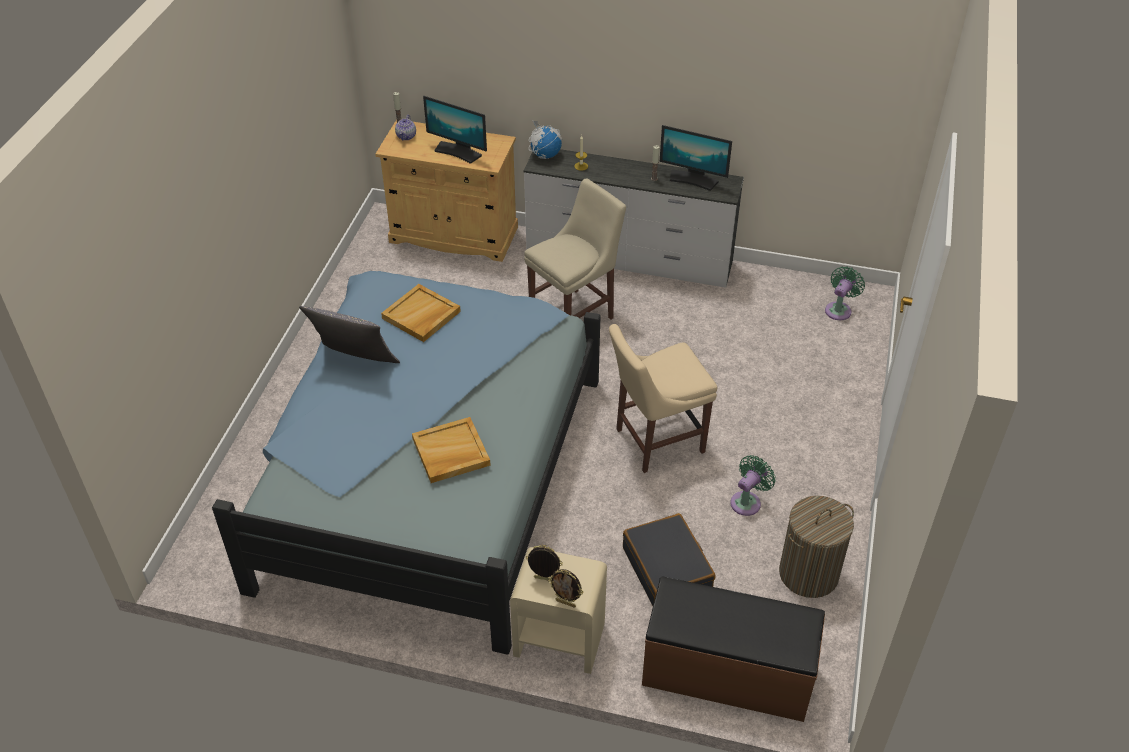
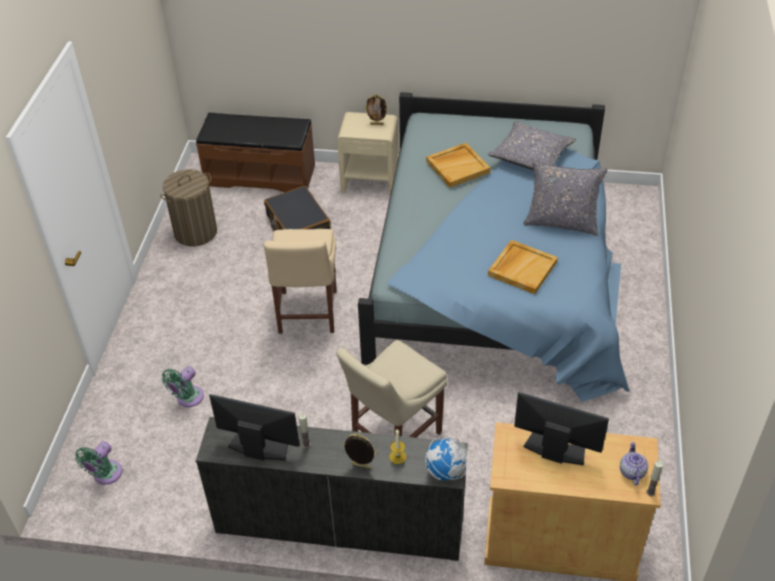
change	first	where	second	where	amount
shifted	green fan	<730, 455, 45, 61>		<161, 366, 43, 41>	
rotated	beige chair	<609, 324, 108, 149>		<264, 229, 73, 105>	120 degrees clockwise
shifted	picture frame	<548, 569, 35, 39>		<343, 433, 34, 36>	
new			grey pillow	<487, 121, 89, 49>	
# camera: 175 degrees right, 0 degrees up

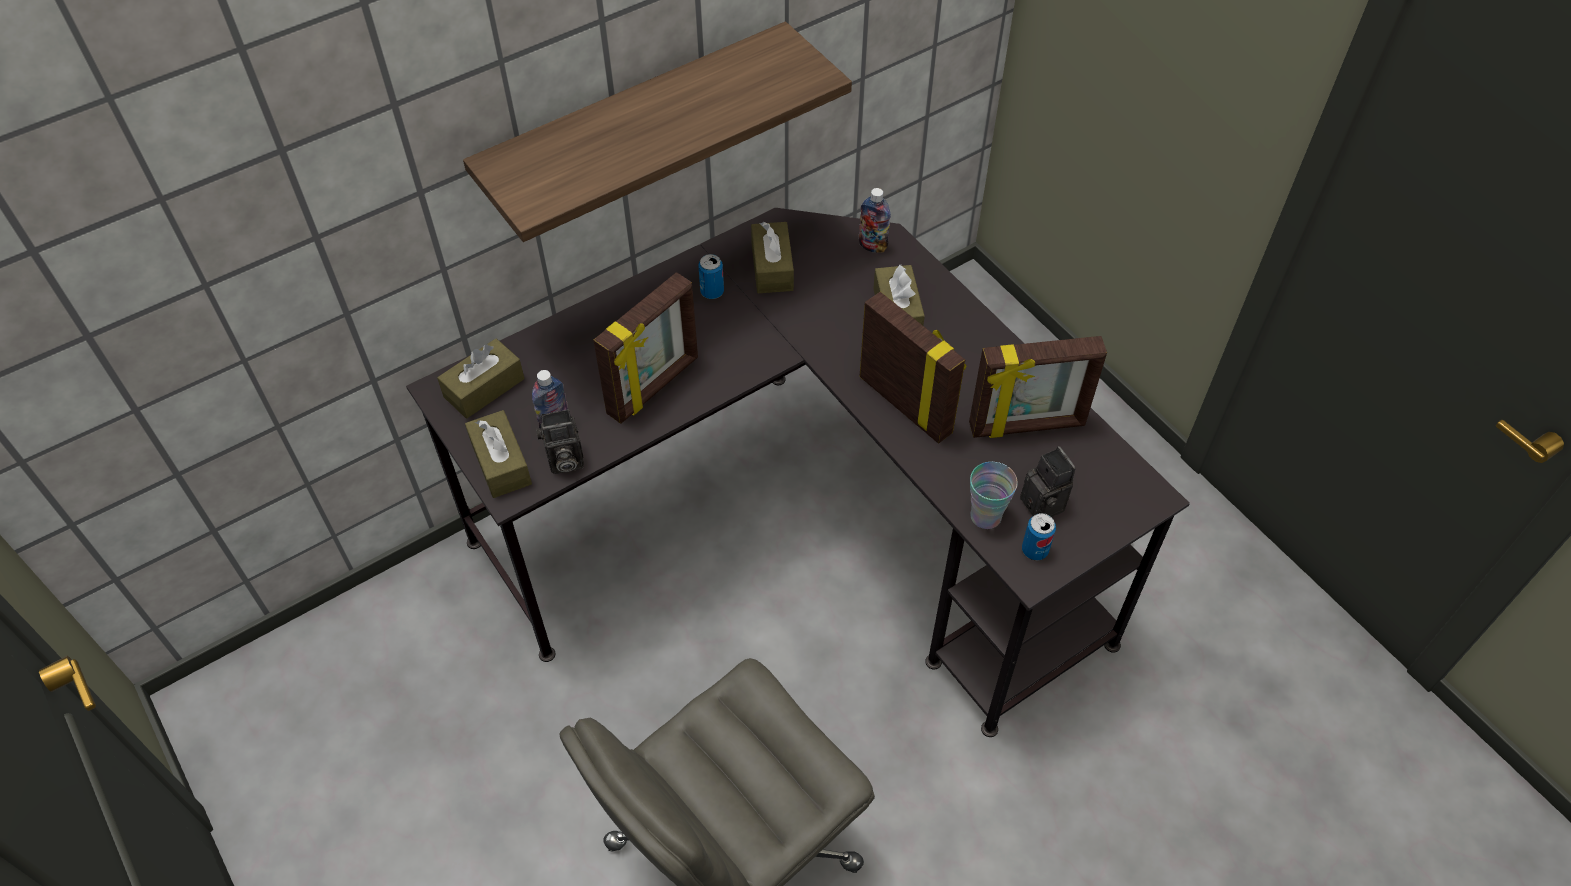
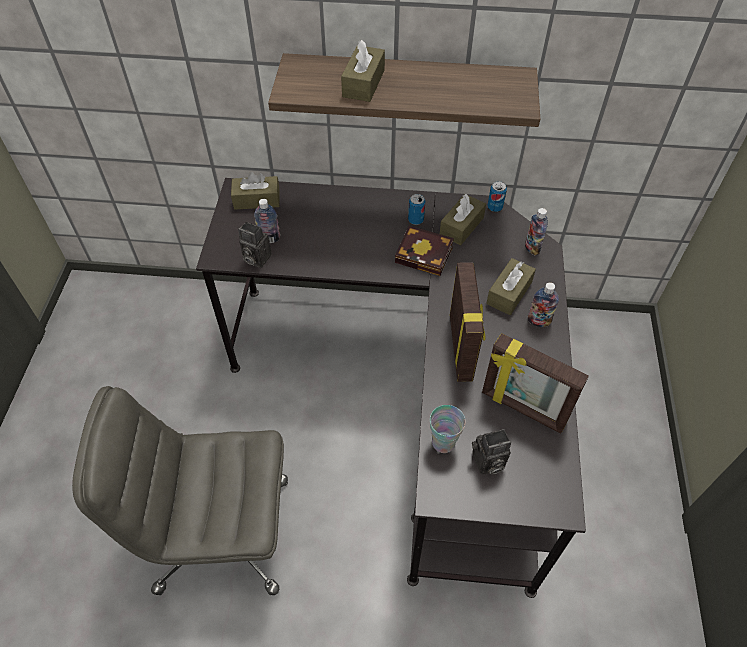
change	first	where	second	where	amount
shifted	brown tissue box	<465, 410, 67, 88>		<341, 40, 44, 62>	
new			book	<395, 226, 59, 50>	
rotated	photo camera	<1020, 446, 56, 71>		<472, 429, 39, 46>	60 degrees clockwise
shifted	can	<1022, 513, 34, 47>		<487, 181, 20, 31>	
new			bottle	<528, 282, 31, 45>	
gone	picture frame	<593, 272, 105, 152>			
# camera: 40 degrees right, 0 degrees up

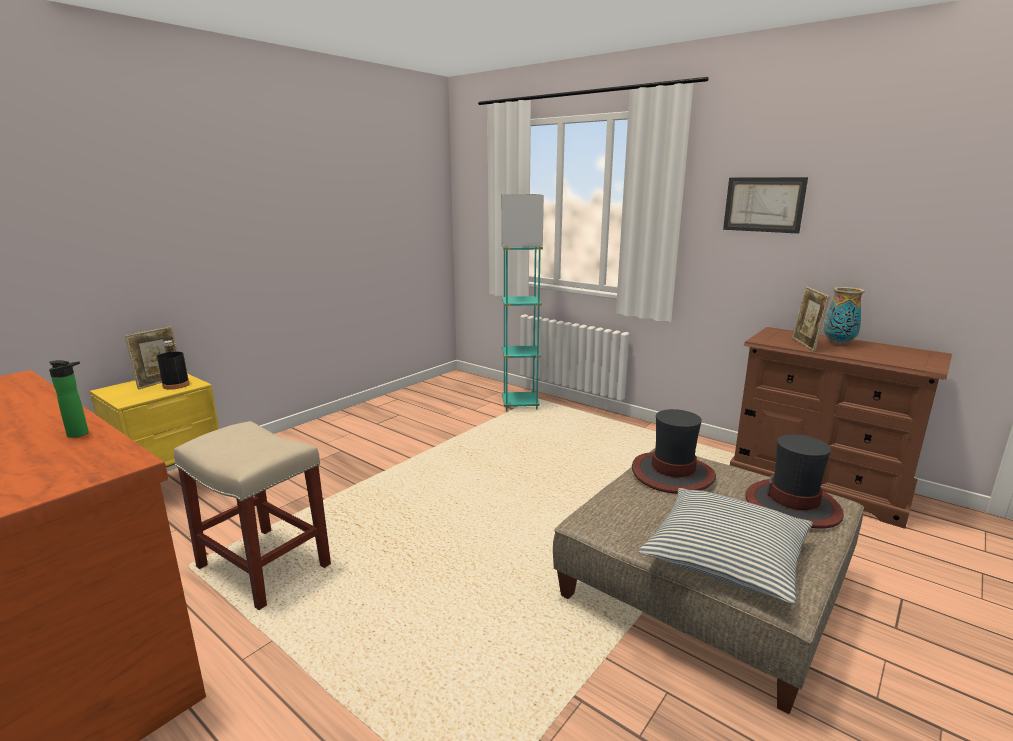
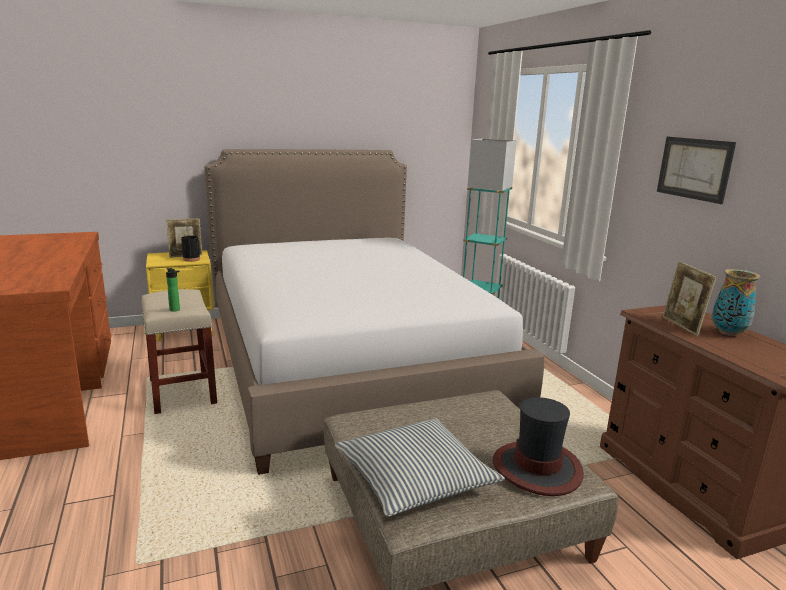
change	first	where	second	where	amount
shifted	bottle	<49, 360, 40, 78>		<166, 268, 14, 44>	
new			bed	<204, 149, 340, 326>	
rotated	picture frame	<792, 287, 38, 64>		<662, 261, 55, 75>	45 degrees counterclockwise
gone	hat	<632, 409, 84, 85>			
# camera: 30 degrees right, 0 degrees up

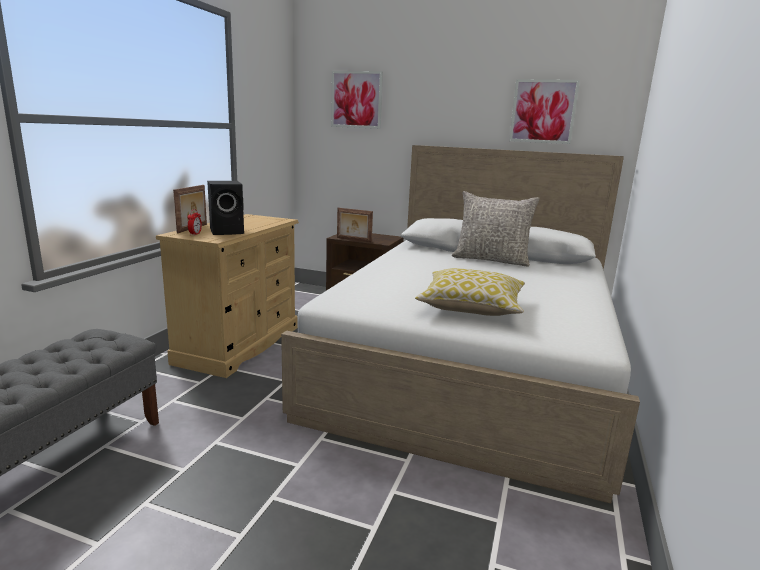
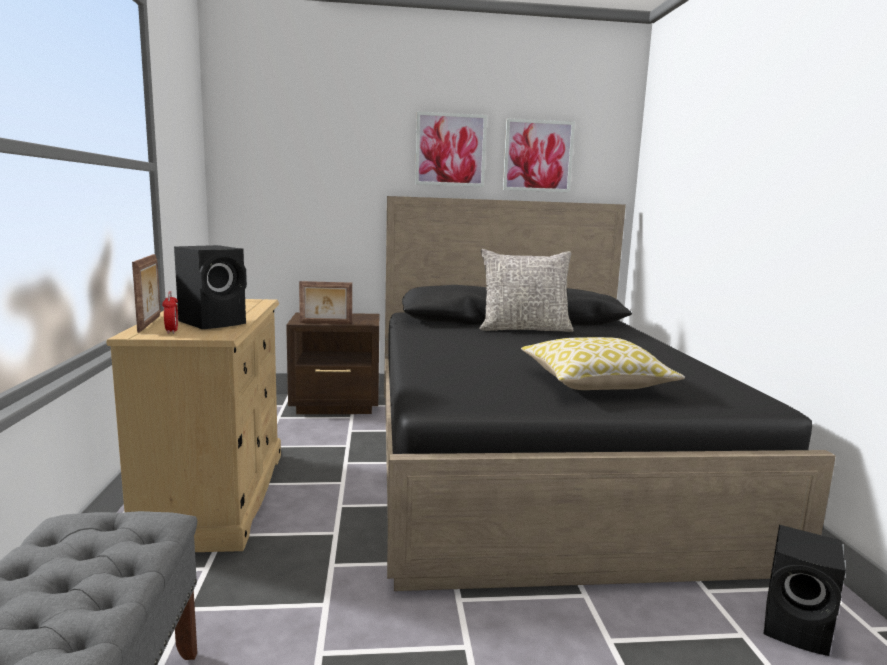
change	first	where	second	where	amount
repainted	white bed	<281, 145, 359, 359>	black bed	<384, 196, 452, 395>	
shifted	picture	<331, 71, 52, 58>		<415, 112, 72, 75>	
new			black speaker	<764, 525, 82, 131>	
# camera: 25 degrees left, 5 degrees down

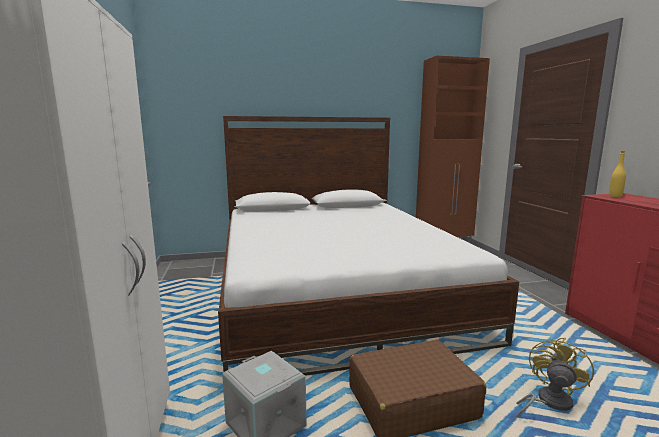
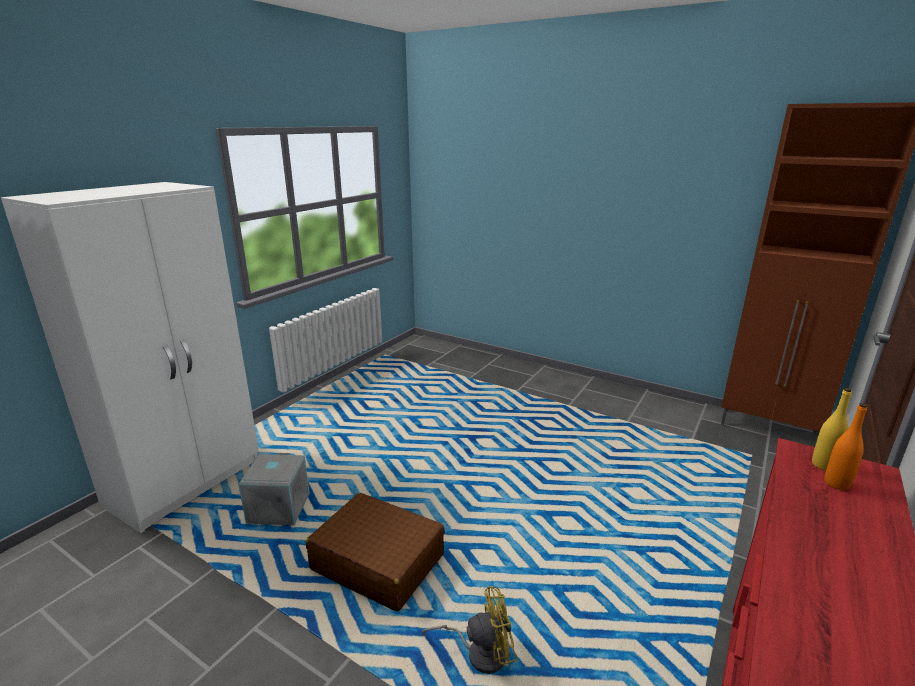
change	first	where	second	where	amount
new			orange bottle	<824, 403, 43, 87>	
gone	bed	<218, 116, 301, 260>			
# camera: 45 degrees right, 10 degrees up

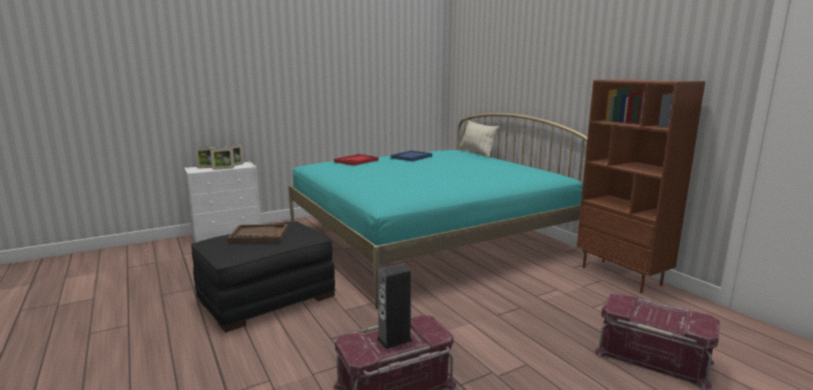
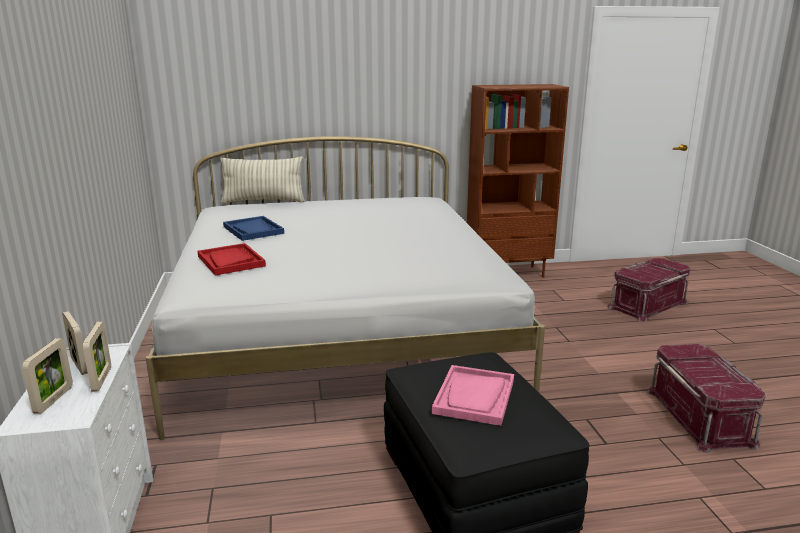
change	first	where	second	where	amount
repainted	turquoise bed	<288, 113, 299, 196>	white bed	<146, 136, 399, 304>	
repainted	brown tray	<227, 224, 61, 19>	pink tray	<432, 365, 82, 61>	
gone	speaker	<377, 263, 36, 86>			
# camera: 70 degrees left, 5 degrees up

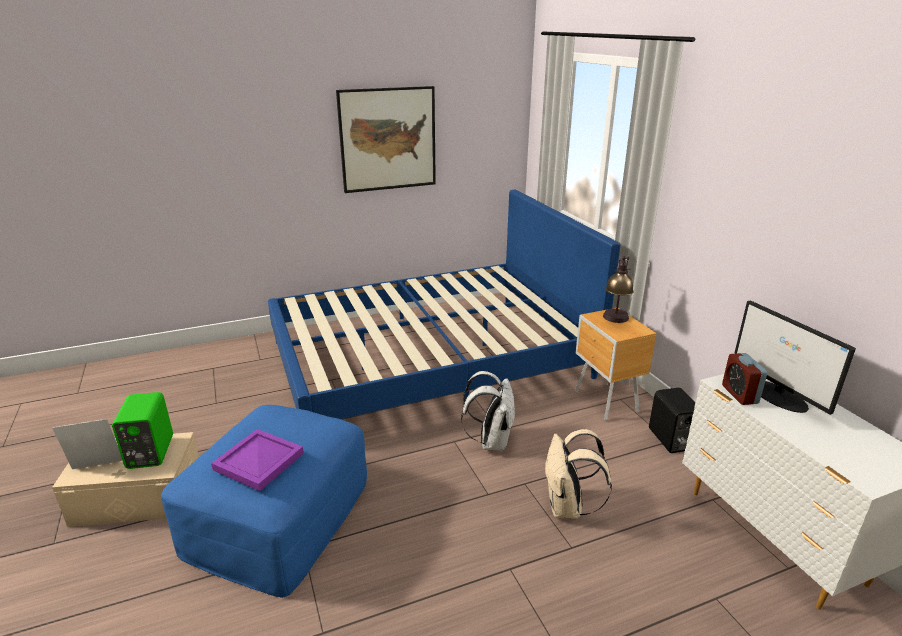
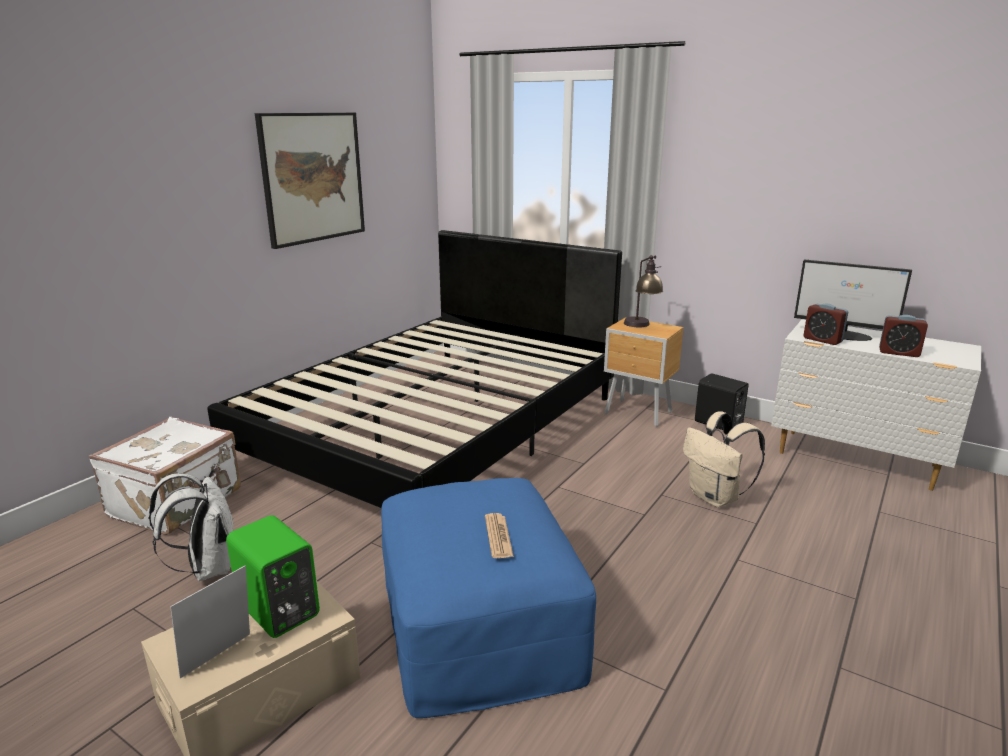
change	first	where	second	where	amount
new			white suitcase	<89, 417, 152, 118>	
shifted	white backpack	<461, 371, 55, 80>		<149, 473, 84, 108>	
repainted	blue bed	<268, 190, 352, 229>	black bed	<207, 230, 415, 278>	
swapped	purple tray	<211, 429, 93, 62>	newspaper	<485, 513, 29, 45>	
new			alarm clock	<879, 315, 49, 42>	
# camera: 35 degrees left, 5 degrees down

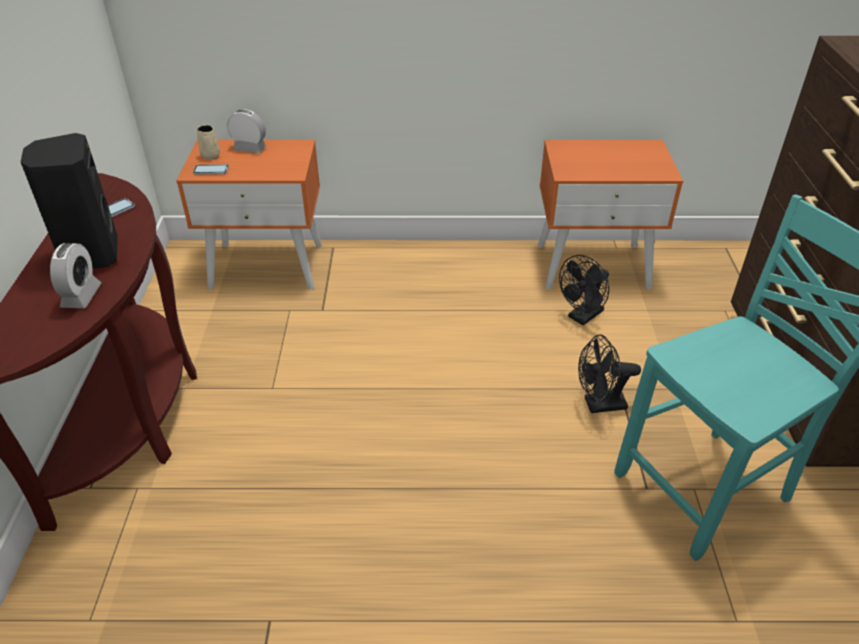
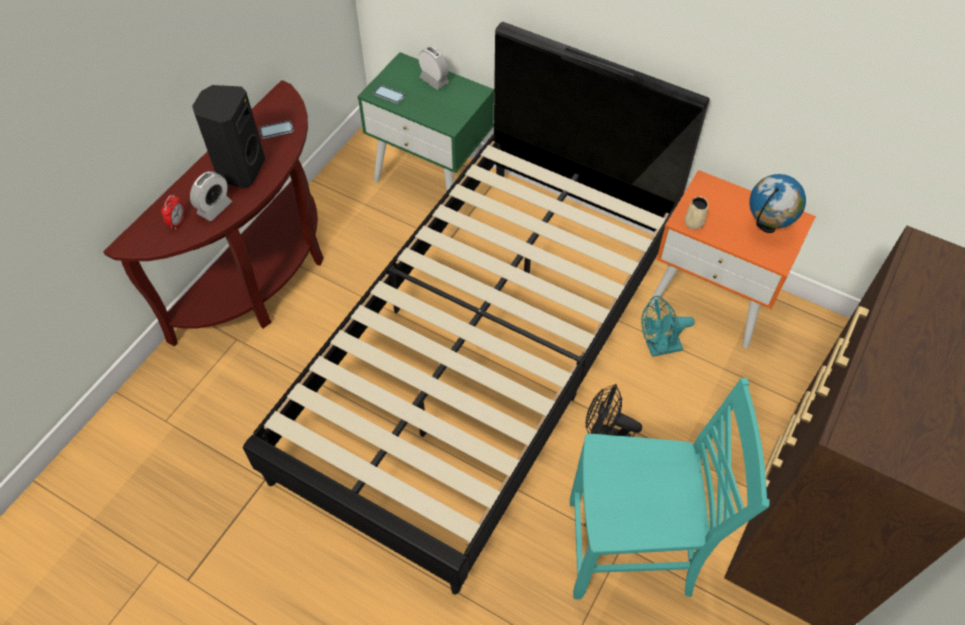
change	first	where	second	where	amount
new			alarm clock	<161, 195, 24, 34>	
new			black bed	<243, 22, 467, 573>	
repainted	orange nightstand	<176, 139, 146, 150>	green nightstand	<358, 52, 136, 139>	
repainted	black fan	<559, 255, 50, 70>	turquoise fan	<641, 296, 54, 61>	
shifted	beige mug	<197, 125, 23, 35>		<685, 196, 23, 34>	
new			globe	<749, 174, 57, 59>	
# camera: 30 degrees right, 15 degrees up

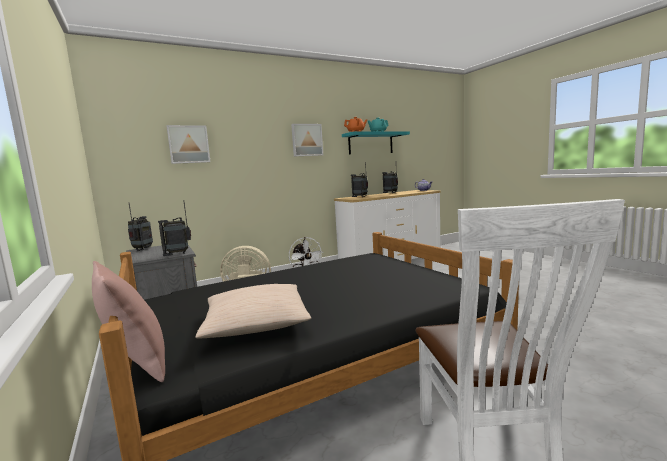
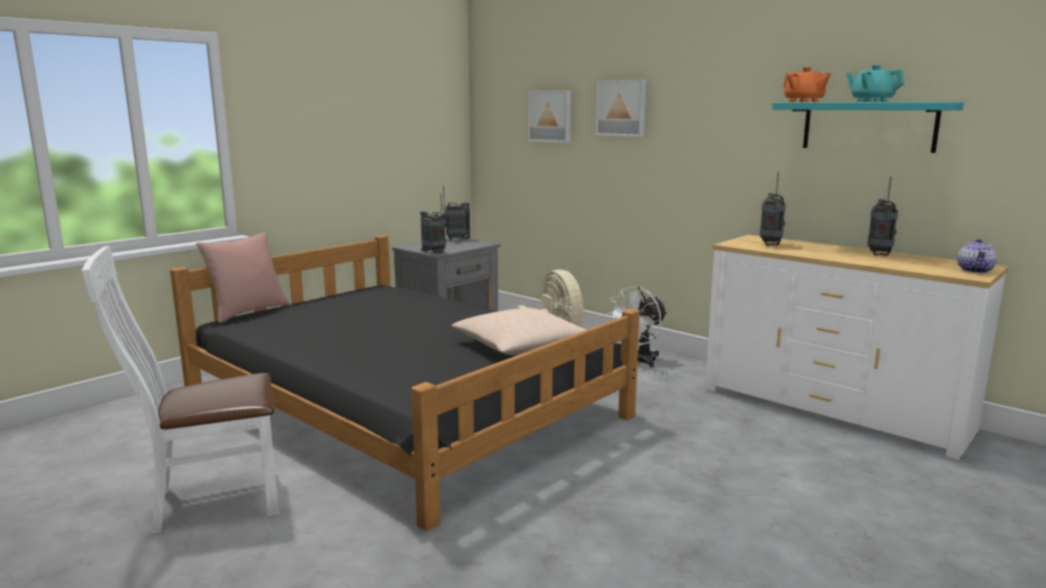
change	first	where	second	where	amount
shifted	beige pillow	<195, 284, 116, 55>		<451, 308, 136, 47>	
shifted	picture	<291, 124, 32, 32>		<596, 80, 50, 57>	
# camera: 70 degrees right, 5 degrees up

